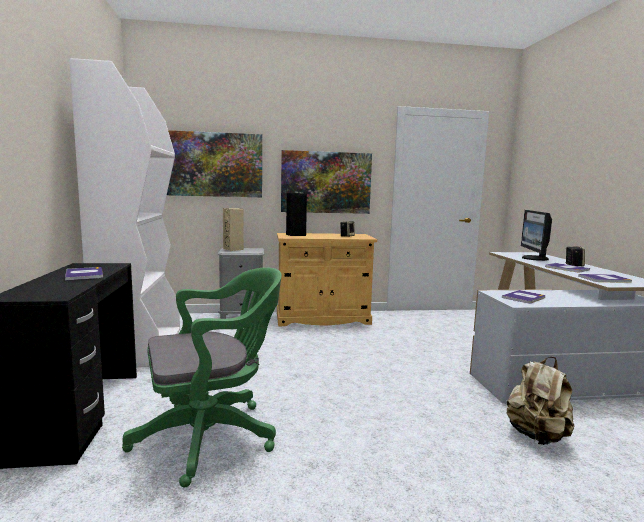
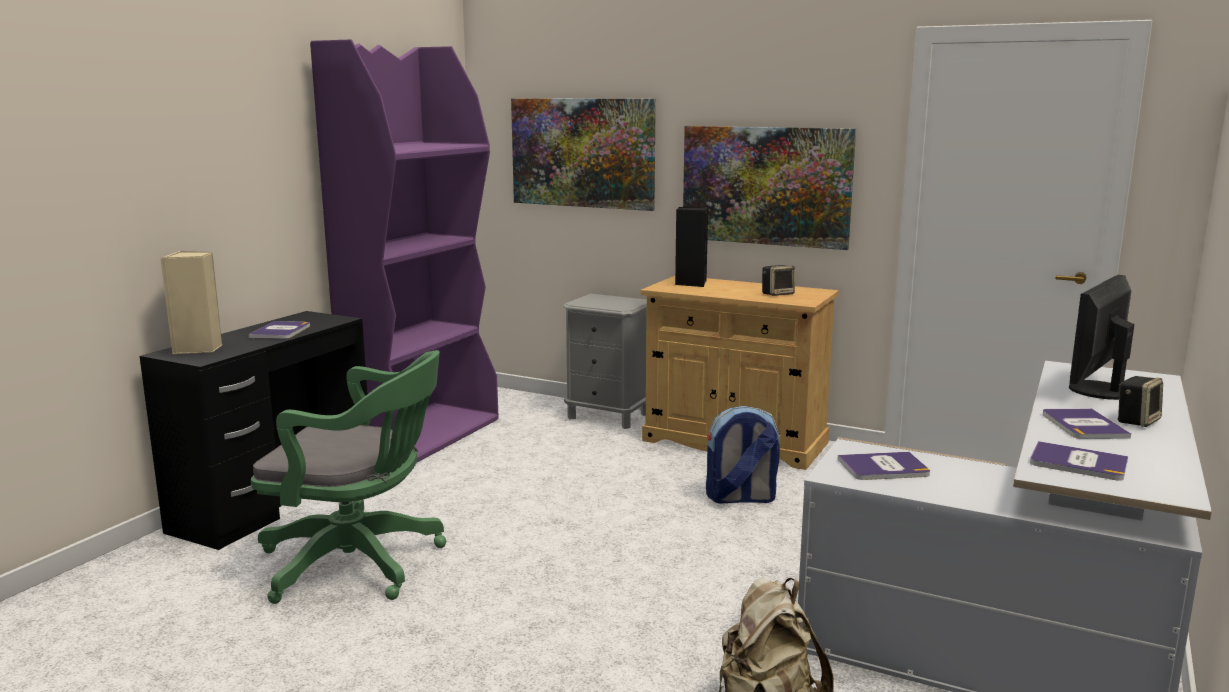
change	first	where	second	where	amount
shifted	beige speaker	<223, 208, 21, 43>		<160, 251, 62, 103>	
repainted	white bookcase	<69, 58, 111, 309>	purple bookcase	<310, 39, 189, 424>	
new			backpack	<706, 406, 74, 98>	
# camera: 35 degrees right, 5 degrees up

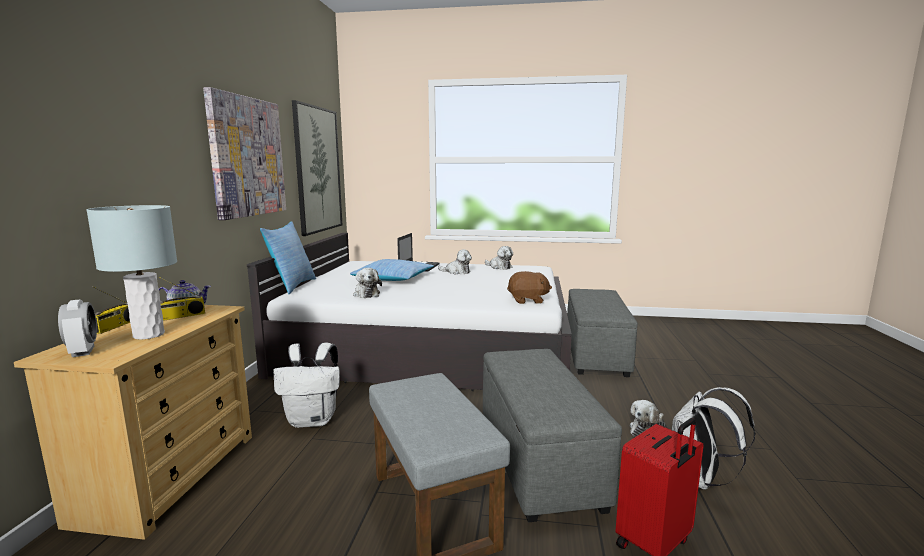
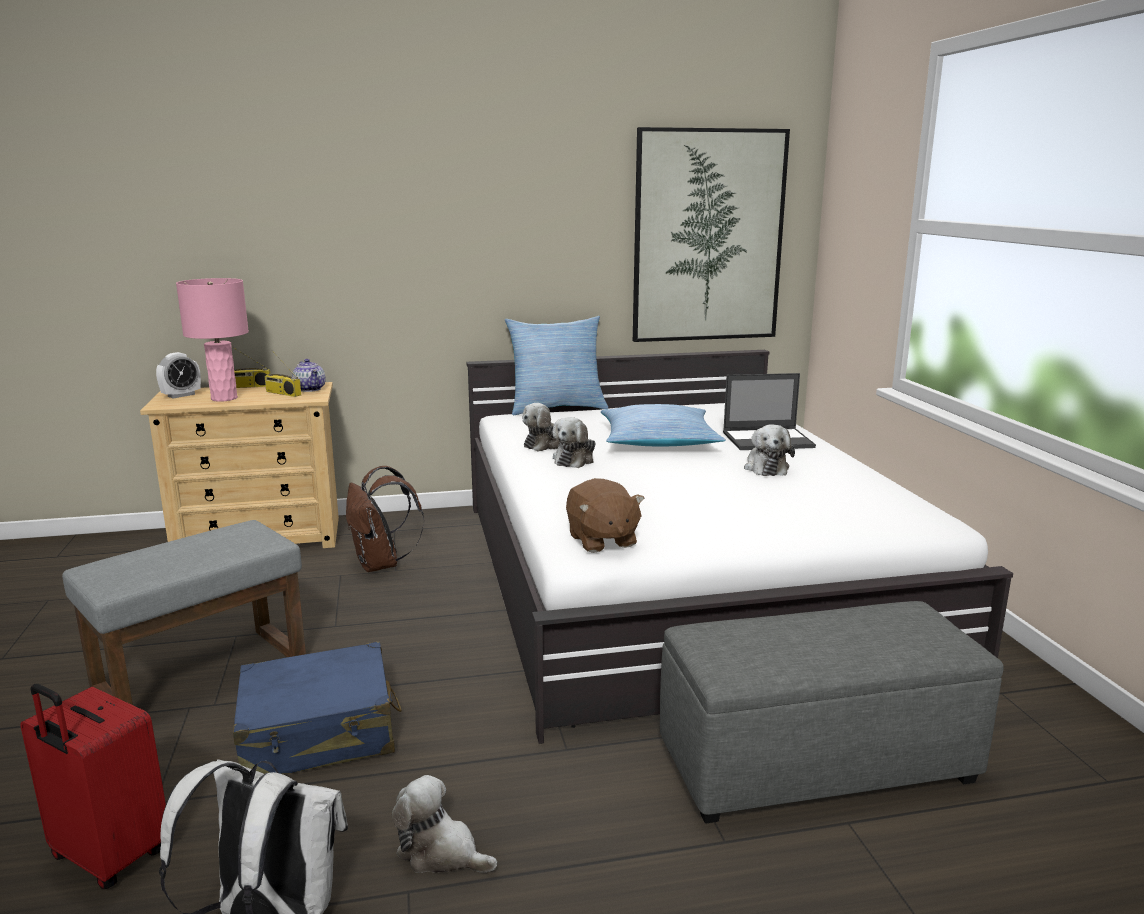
change	first	where	second	where	amount
repainted	grey table lamp	<86, 205, 91, 135>	pink table lamp	<176, 278, 73, 124>	
swapped	grey ottoman	<483, 349, 139, 173>	blue suitcase	<233, 642, 169, 133>	
repainted	white backpack	<273, 343, 67, 85>	brown backpack	<346, 466, 78, 106>	
shifted	plush toy	<485, 246, 28, 24>		<553, 417, 42, 51>	
gone	picture	<203, 87, 83, 133>			
# camera: 70 degrees right, 5 degrees up

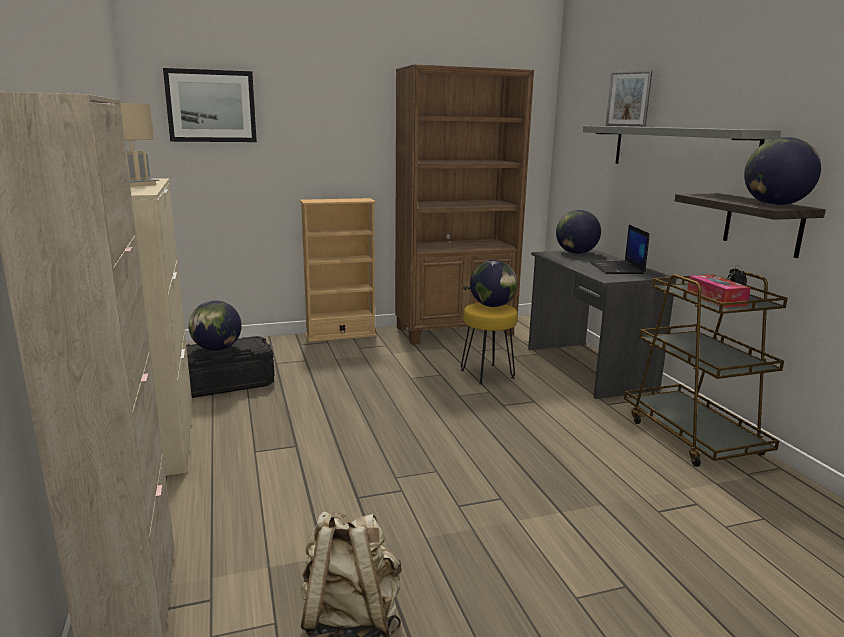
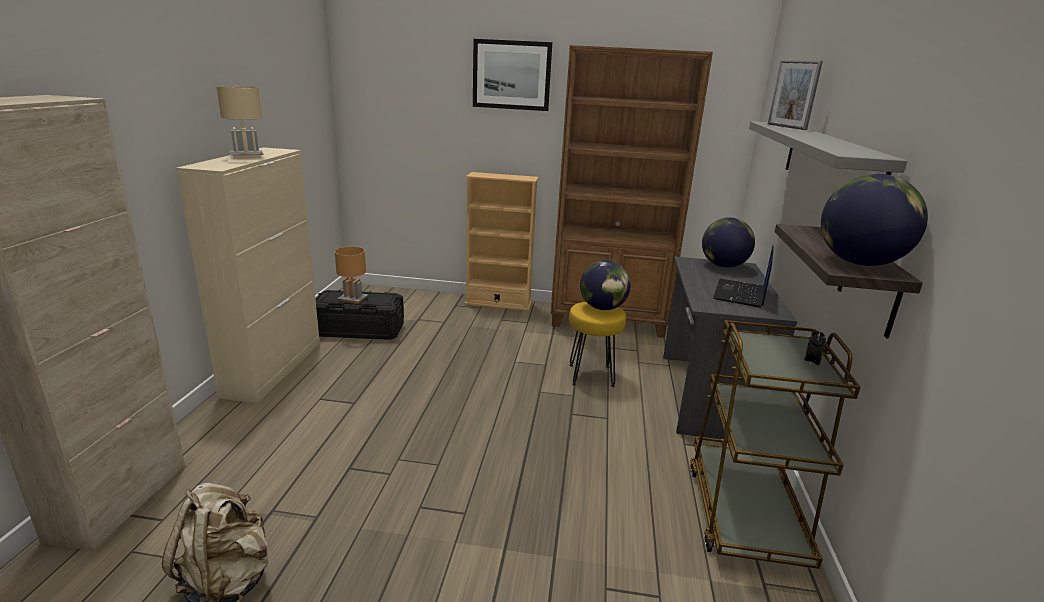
change	first	where	second	where	amount
swapped	globe	<189, 300, 53, 51>	brown table lamp	<335, 247, 33, 57>	
shifted	picture	<163, 68, 94, 74>		<473, 39, 79, 72>	
gone	tissue box	<687, 275, 64, 33>			
# camera: 25 degrees right, 5 degrees up

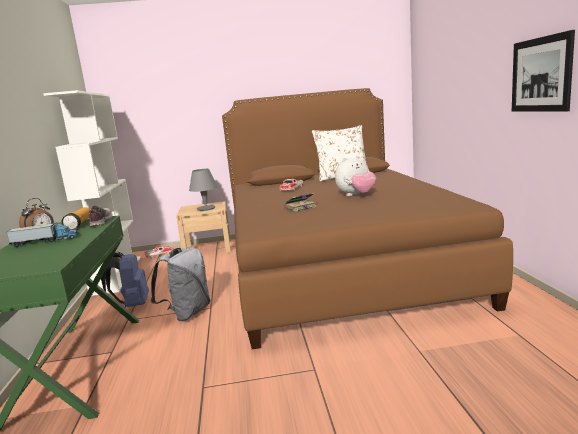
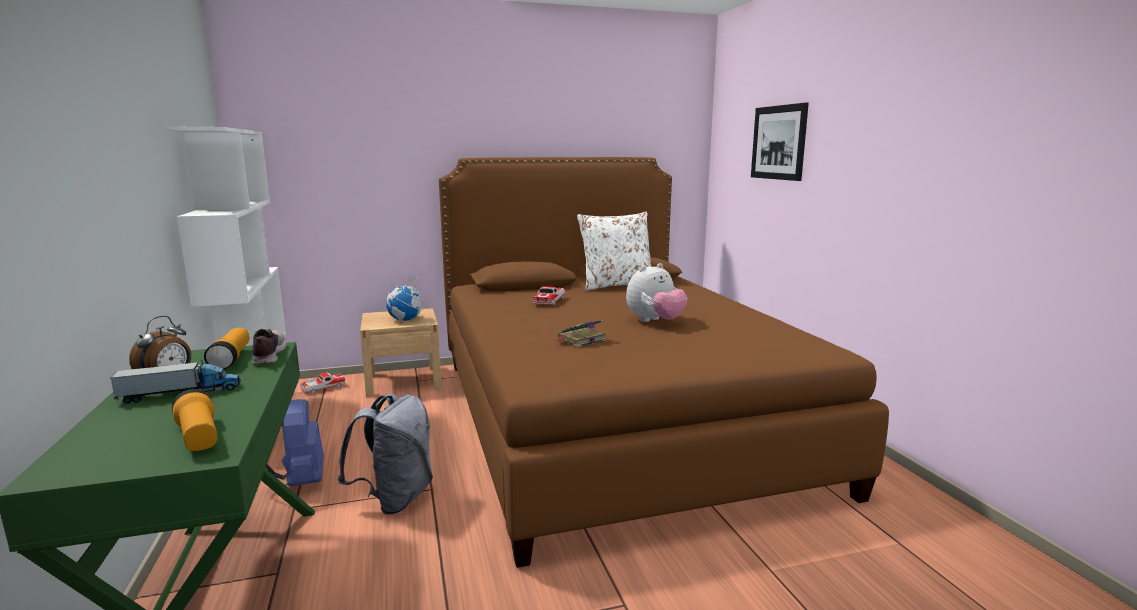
change	first	where	second	where	amount
new			flashlight	<172, 389, 45, 62>	
swapped	grey table lamp	<189, 169, 29, 42>	globe	<386, 275, 38, 47>	
shifted	picture	<512, 30, 63, 82>		<751, 103, 58, 78>	
# camera: 10 degrees left, 0 degrees up

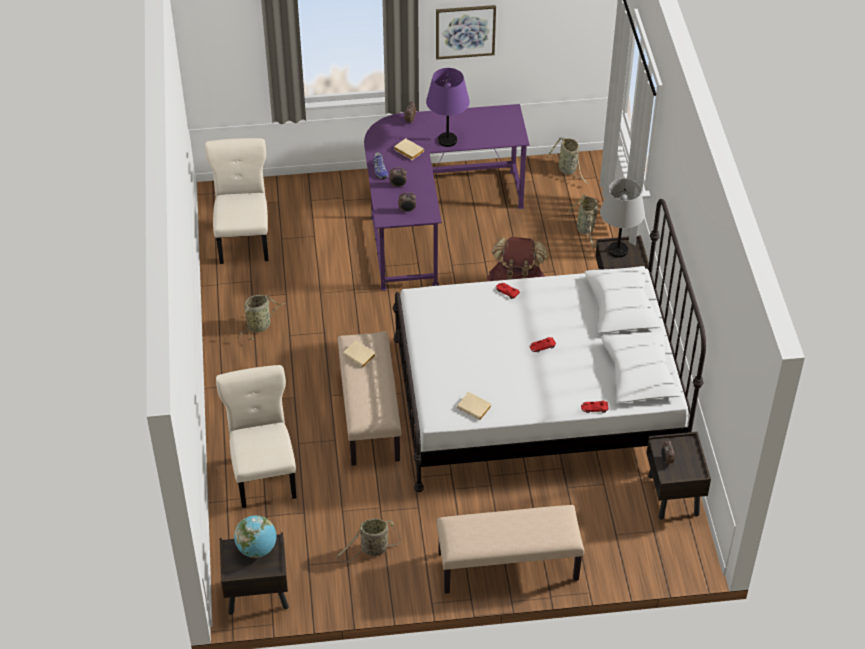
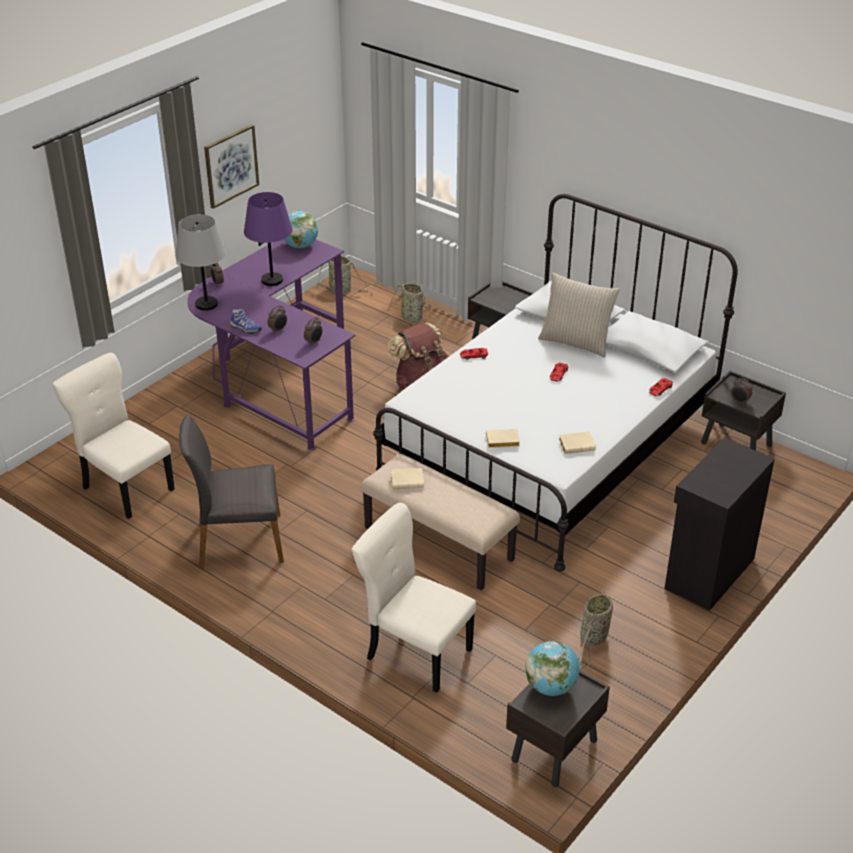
change	first	where	second	where	amount
shifted	grey table lamp	<600, 179, 45, 79>		<175, 214, 51, 97>	
swapped	basket	<240, 295, 45, 45>	grey chair	<179, 415, 105, 153>	
new			globe	<284, 210, 34, 38>	
shifted	beige book	<394, 138, 30, 22>		<486, 429, 34, 19>	
new			beige pillow	<538, 273, 82, 84>	
swapped	beige bench	<437, 505, 147, 89>	black cabinet	<665, 438, 110, 173>	
# camera: 45 degrees left, 10 degrees down

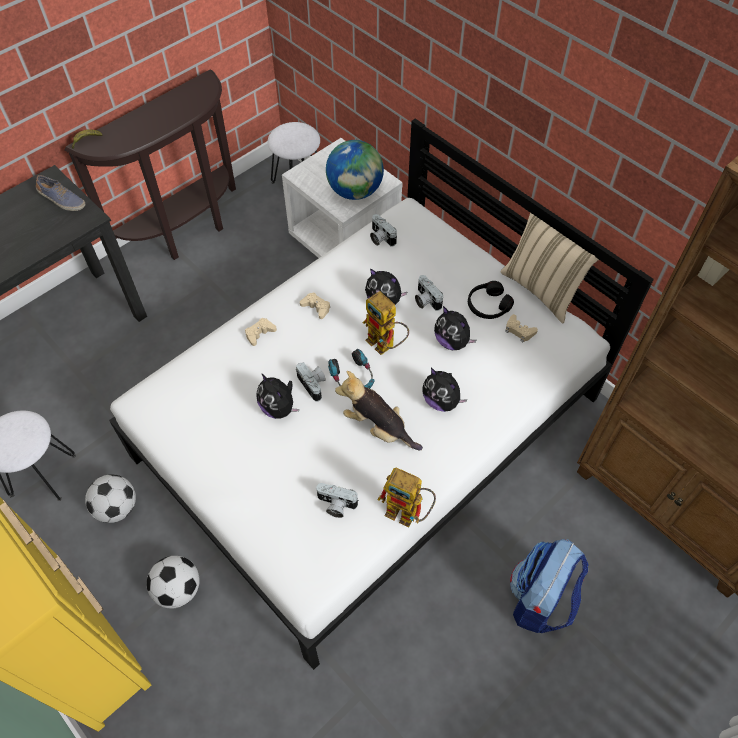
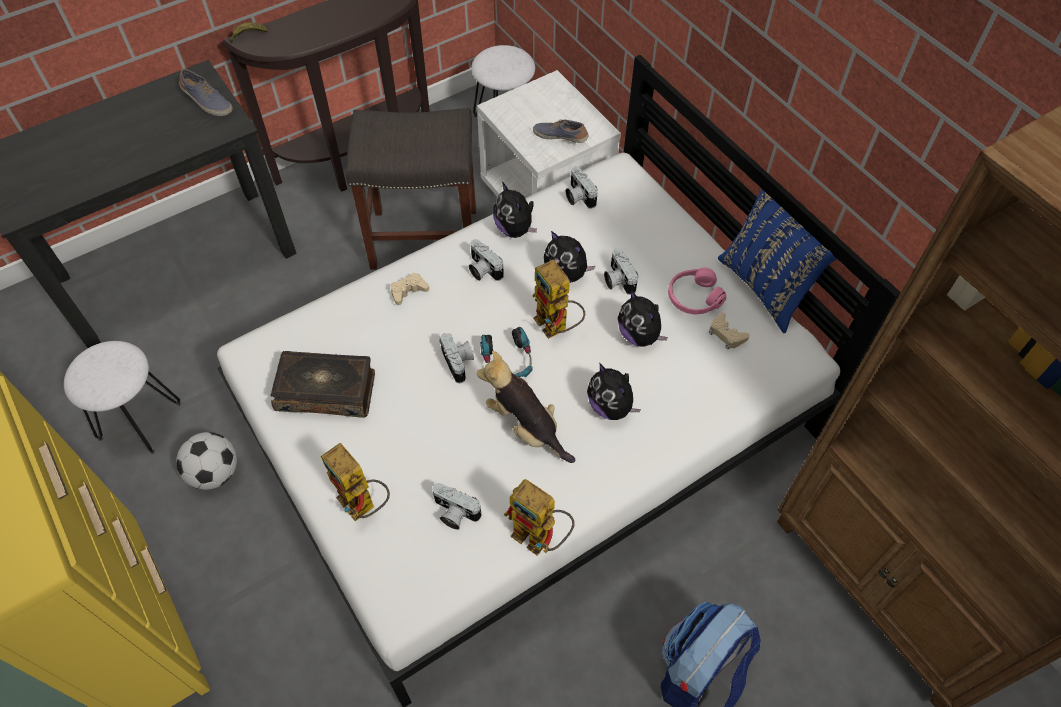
change	first	where	second	where	amount
new			book	<271, 351, 104, 67>	
new			toy robot	<321, 443, 69, 78>	
new			grey stool	<346, 108, 130, 162>	
swapped	beige game controller	<300, 292, 30, 27>	photo camera	<469, 239, 35, 42>	
shifted	plush toy	<257, 373, 42, 46>		<493, 182, 44, 56>	
swapped	globe	<326, 140, 58, 60>	shoe	<533, 119, 56, 24>	
repainted	black headphones	<468, 281, 46, 38>	pink headphones	<668, 268, 58, 47>	
repainted	beige pillow	<500, 213, 99, 111>	blue pillow	<718, 189, 119, 144>	
gone	football	<147, 556, 53, 53>			
# camera: 10 degrees right, 0 degrees up

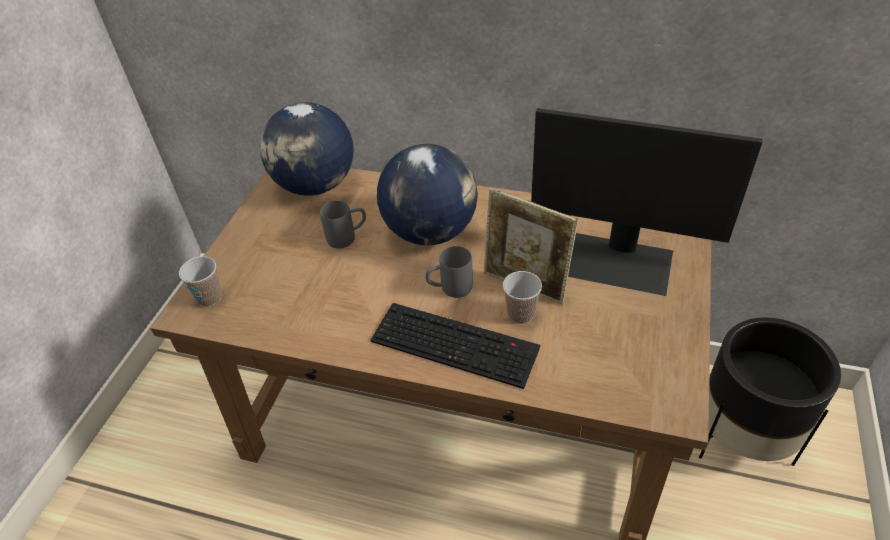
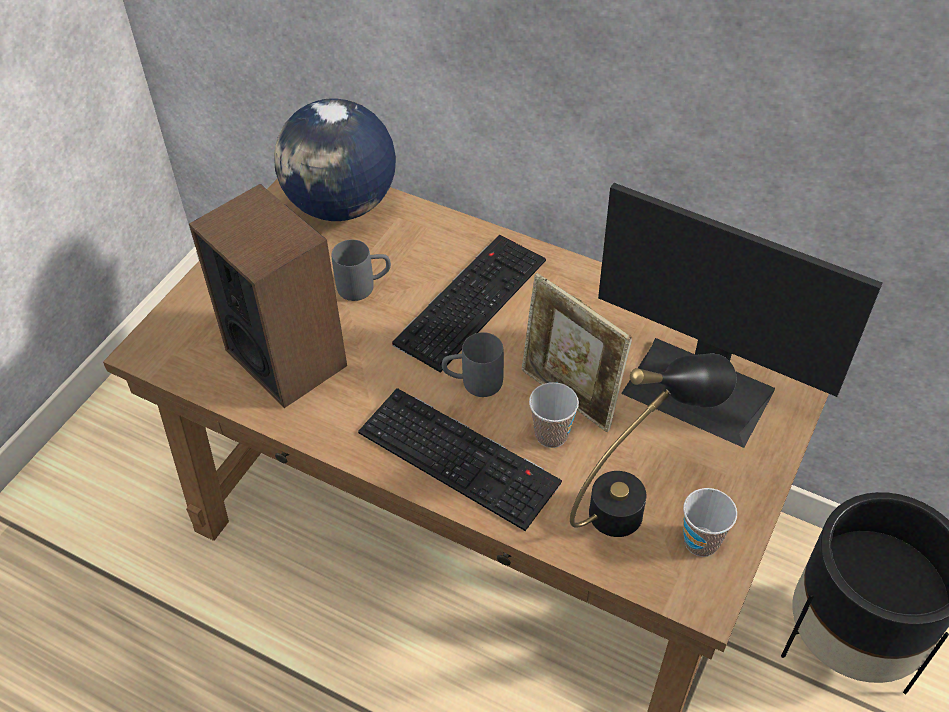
change	first	where	second	where	amount
new			speaker	<189, 184, 158, 224>	
swapped	globe	<377, 144, 101, 101>	keyboard	<392, 235, 154, 138>	
new			black table lamp	<570, 354, 166, 183>	
shifted	cup	<179, 256, 43, 50>		<683, 488, 54, 69>	
# camera: 10 degrees right, 5 degrees up

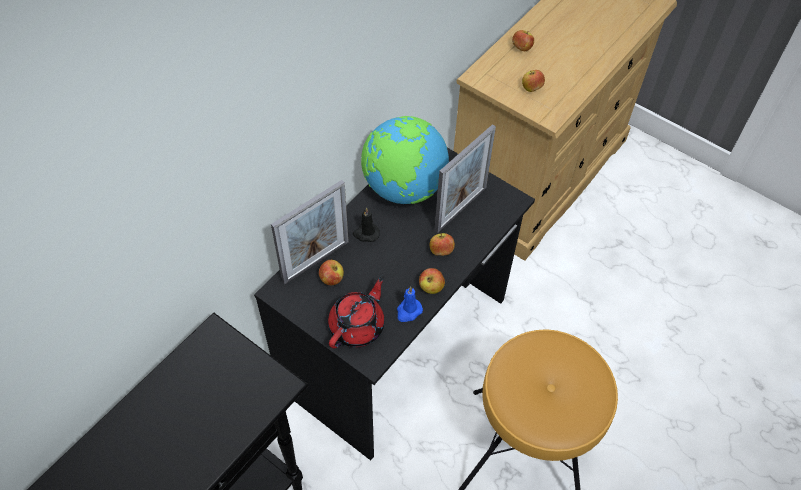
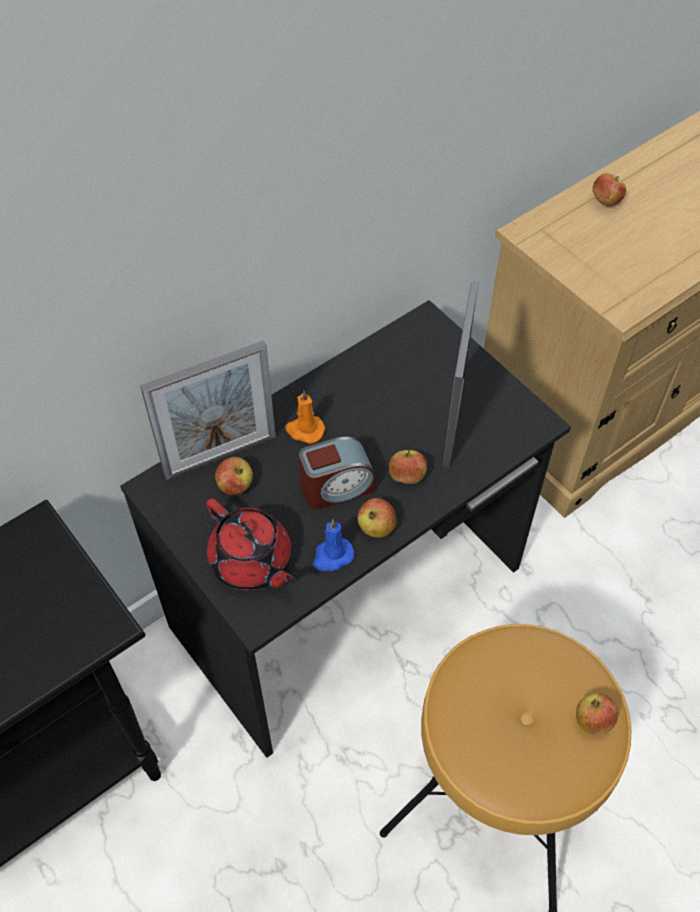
change	first	where	second	where	amount
rotated	red teapot	<328, 275, 57, 74>		<206, 498, 90, 93>	90 degrees clockwise
repainted	black candle	<353, 207, 27, 35>	orange candle	<285, 390, 40, 54>	
new			alarm clock	<298, 436, 77, 74>	
rotated	picture frame	<434, 124, 62, 109>		<443, 281, 36, 187>	135 degrees clockwise
shifted	apple	<522, 70, 23, 22>		<576, 693, 42, 41>	
gone	globe	<361, 116, 88, 88>			
# camera: 15 degrees right, 0 degrees up

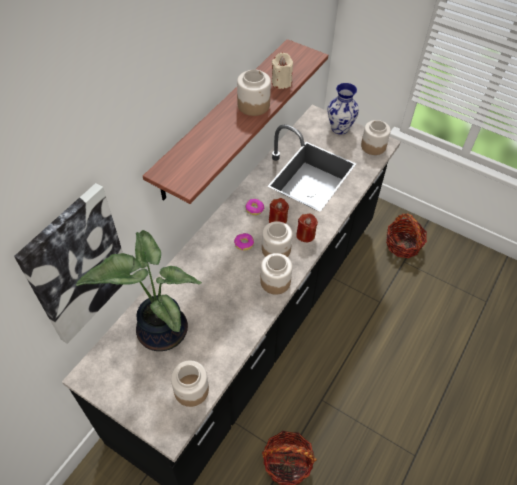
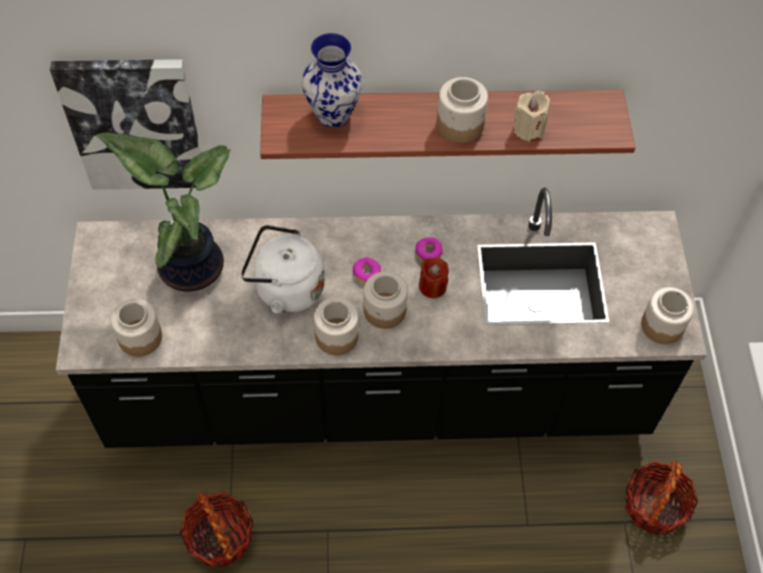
change	first	where	second	where	amount
new			white kettle	<241, 225, 84, 89>	
shifted	vase	<327, 83, 32, 52>		<302, 33, 61, 94>	
gone	red candle	<296, 213, 22, 29>			
# camera: 55 degrees right, 5 degrees up

